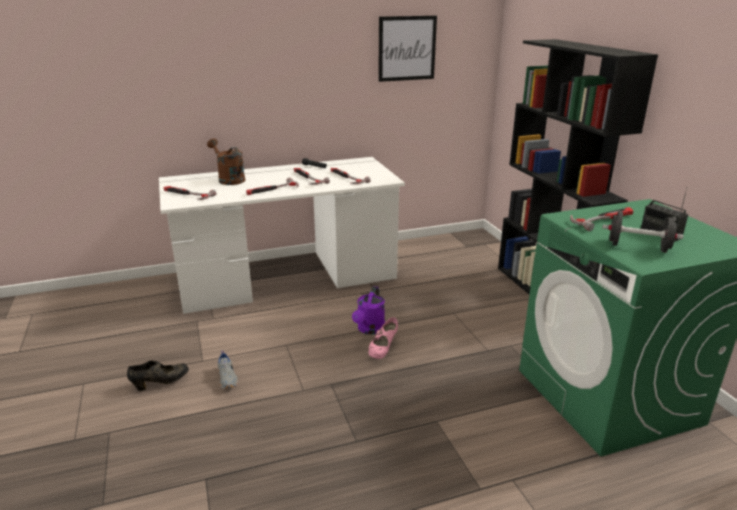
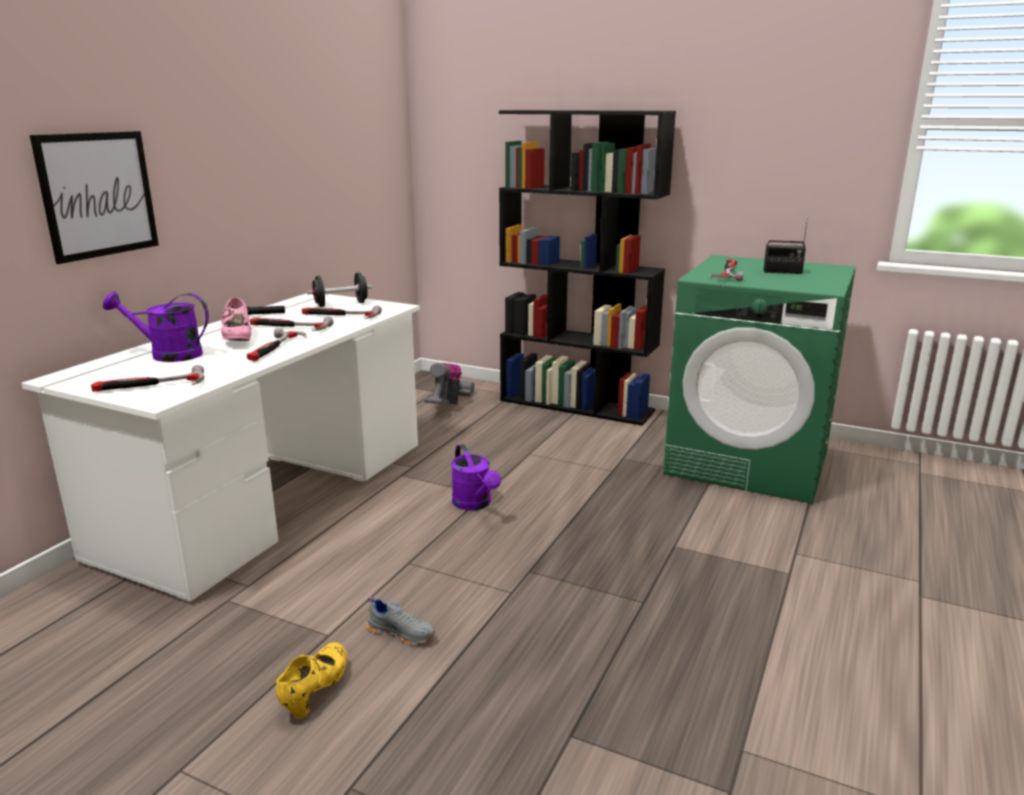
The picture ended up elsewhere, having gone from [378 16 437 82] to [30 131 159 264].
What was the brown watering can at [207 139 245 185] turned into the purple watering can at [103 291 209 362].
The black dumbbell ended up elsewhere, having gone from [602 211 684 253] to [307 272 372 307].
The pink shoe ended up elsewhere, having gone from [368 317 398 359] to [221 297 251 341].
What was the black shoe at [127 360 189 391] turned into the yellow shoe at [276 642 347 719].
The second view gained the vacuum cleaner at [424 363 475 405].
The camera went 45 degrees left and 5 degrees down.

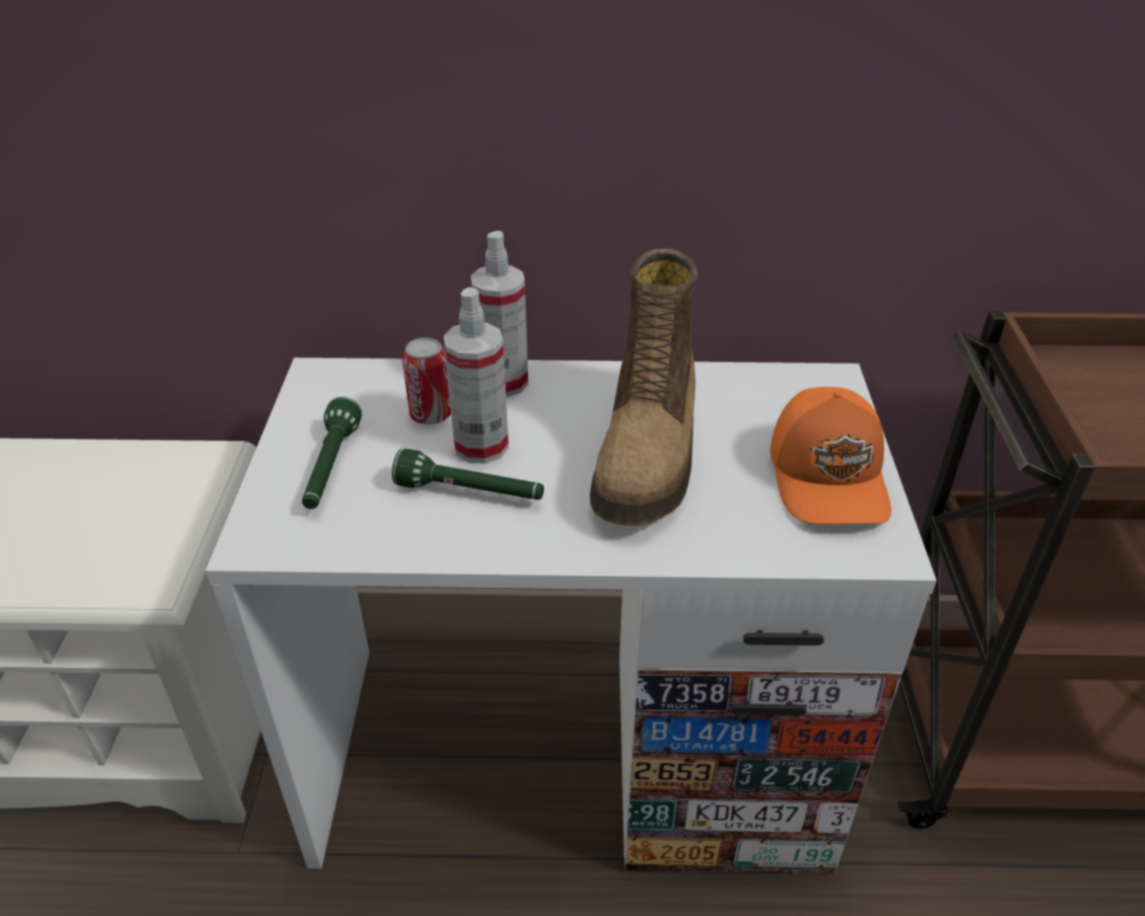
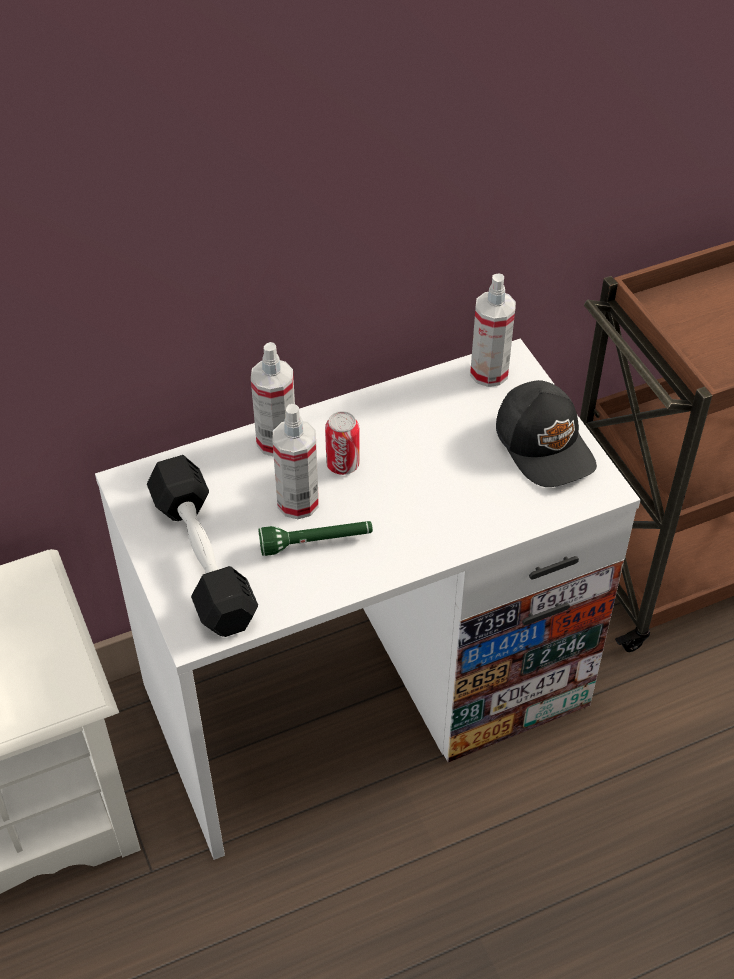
The second view lost the boot at [590 249 698 526].
The can ended up elsewhere, having gone from [402 338 451 425] to [325 411 360 475].
What was the orange cap at [770 387 891 524] turned into the black cap at [496 380 597 487].
Where the green flashlight stood at [302 397 362 509], the black dumbbell came to stand at [147 455 258 637].
The second view gained the spray bottle at [470 274 516 387].
The camera went 25 degrees left and 10 degrees up.

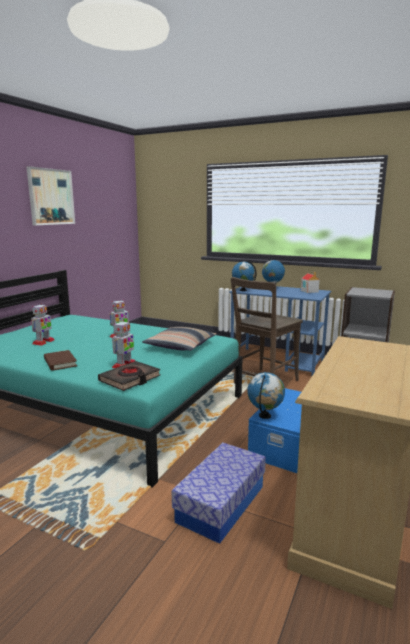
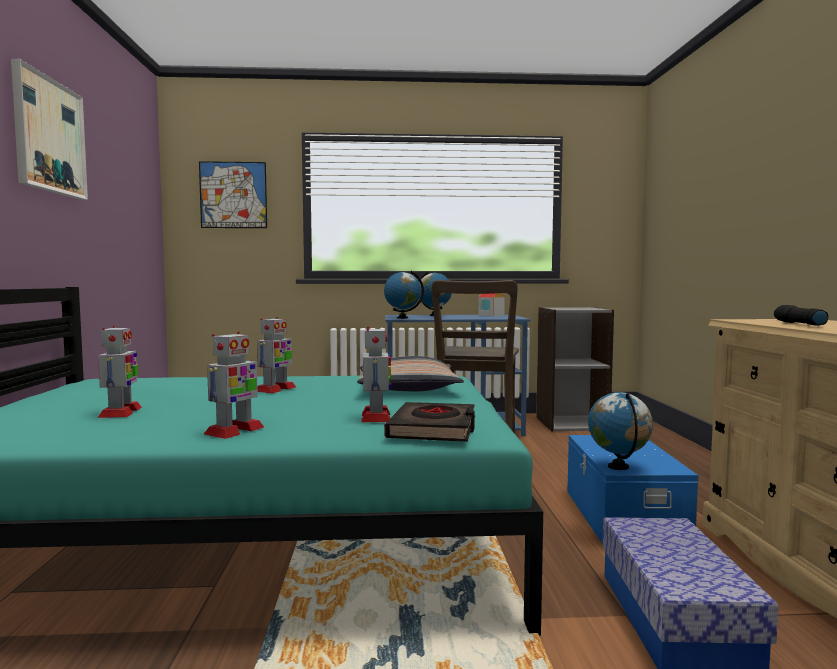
Where the brown book stood at [44 350 77 371], the toy robot came to stand at [204 331 264 439].
The second view gained the picture at [199 161 267 228].
The second view gained the black flashlight at [774 305 828 326].
The camera went 30 degrees left and 10 degrees down.

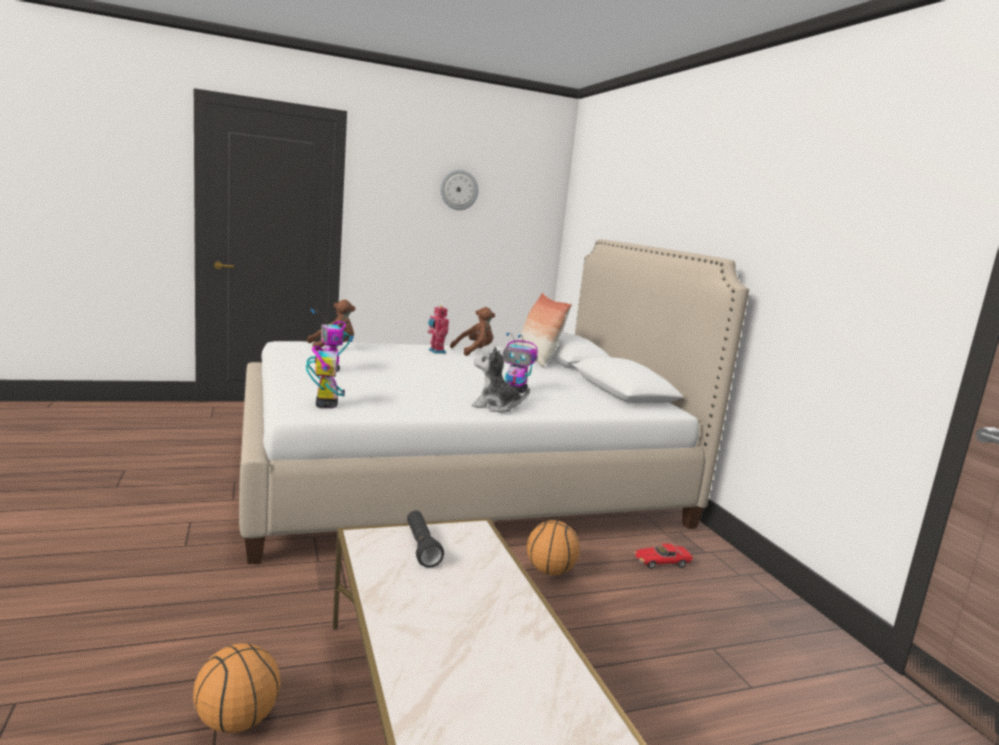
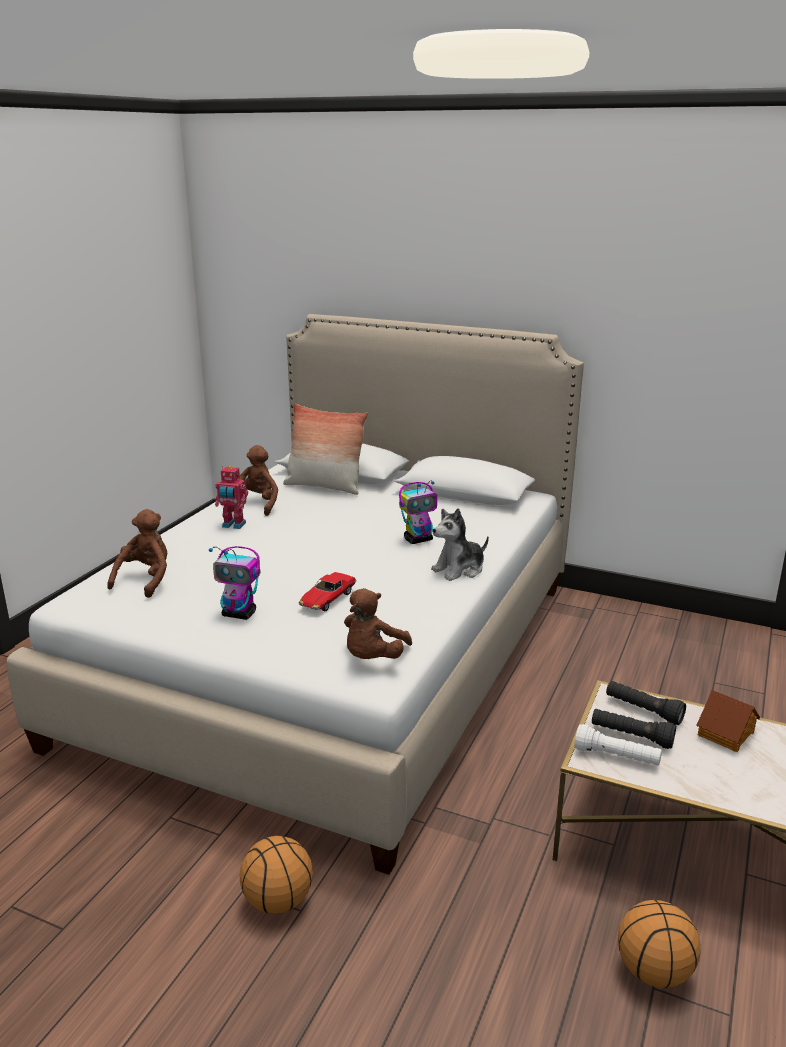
The second view lost the wall clock at [440 169 478 210].
Where the toy robot stood at [306 335 354 408], the brown plush toy came to stand at [344 588 412 659].
The basketball ended up elsewhere, having gone from [527 520 580 575] to [240 836 313 914].
The toy car ended up elsewhere, having gone from [633 544 694 569] to [299 572 356 611].
The second view gained the black flashlight at [606 681 686 725].
The second view gained the toy house at [696 690 760 752].
The second view gained the white flashlight at [574 724 662 766].
The camera went 45 degrees left and 10 degrees up.

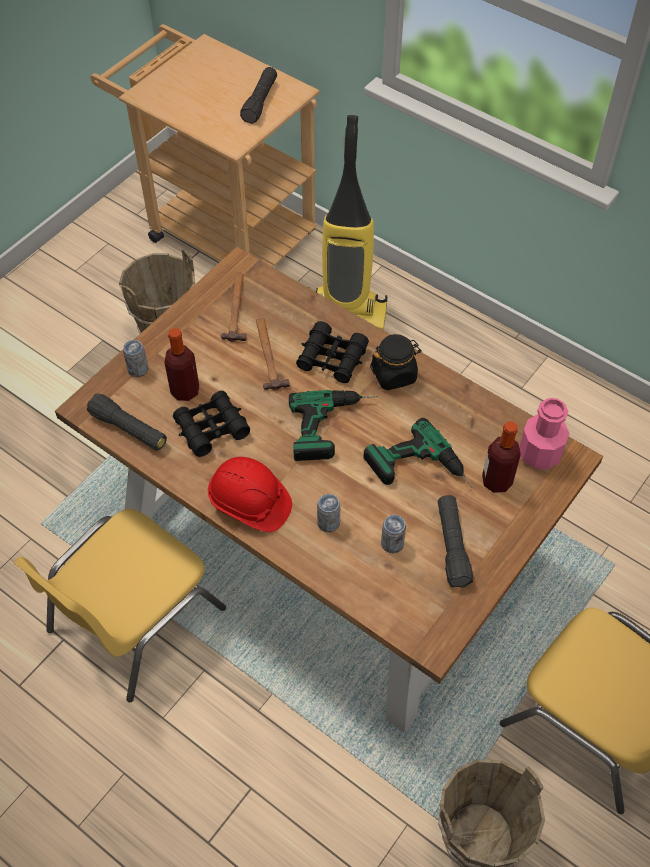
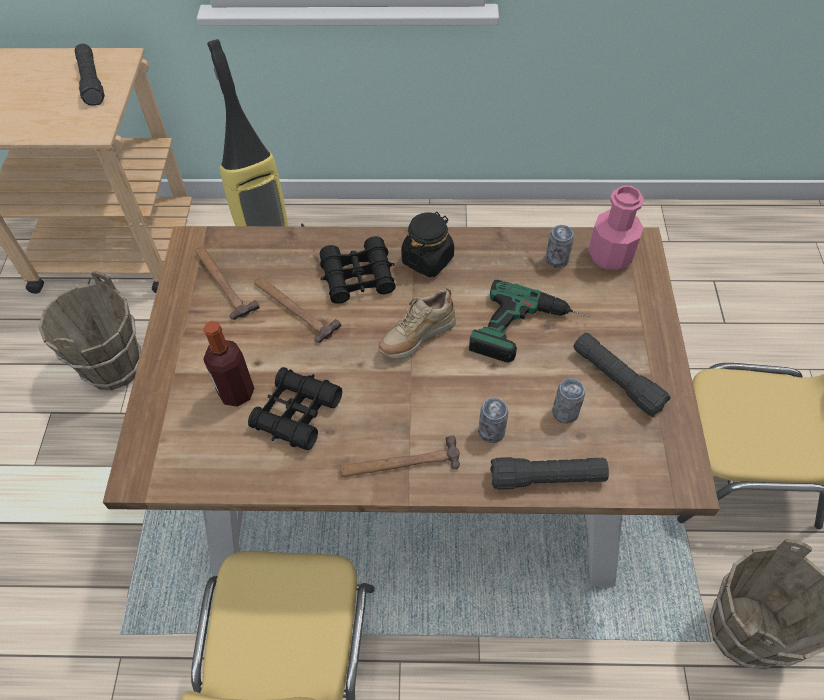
The can ended up elsewhere, having gone from [123 340 149 377] to [545 225 574 268].
Where the power drill stood at [289 390 378 461], the beige shoe came to stand at [378 287 456 358].
The black flashlight ended up elsewhere, having gone from [87 393 167 451] to [490 457 609 490].
The second view lost the bottle at [482 421 521 493].
Where the red hard hat stood at [208 457 292 532], the hammer came to stand at [340 436 460 477].
The camera went 35 degrees left and 0 degrees up.

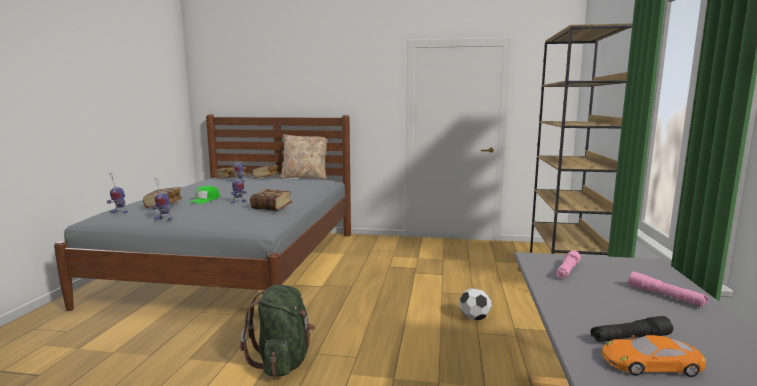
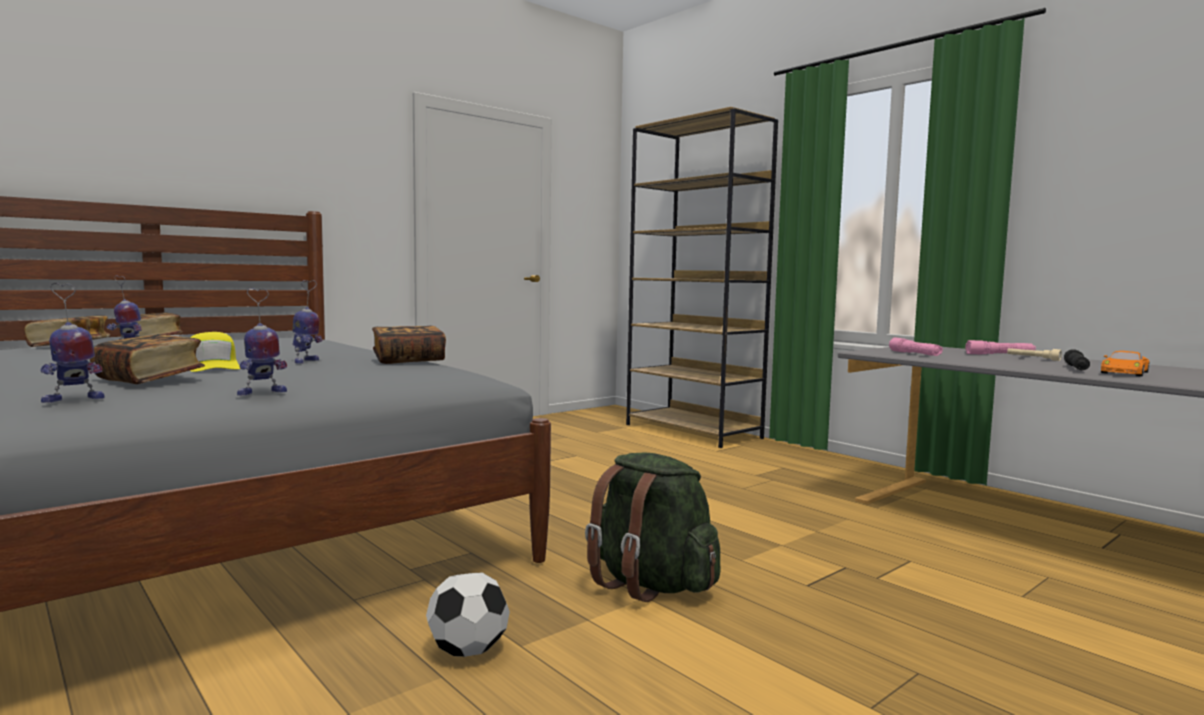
The second view lost the beige pillow at [280 134 328 179].
What was the green cap at [188 186 220 204] turned into the yellow cap at [190 332 241 372].
The football ended up elsewhere, having gone from [459 288 492 321] to [426 572 510 657].
The second view gained the beige flashlight at [1007 348 1062 361].
The camera went 50 degrees left and 5 degrees down.

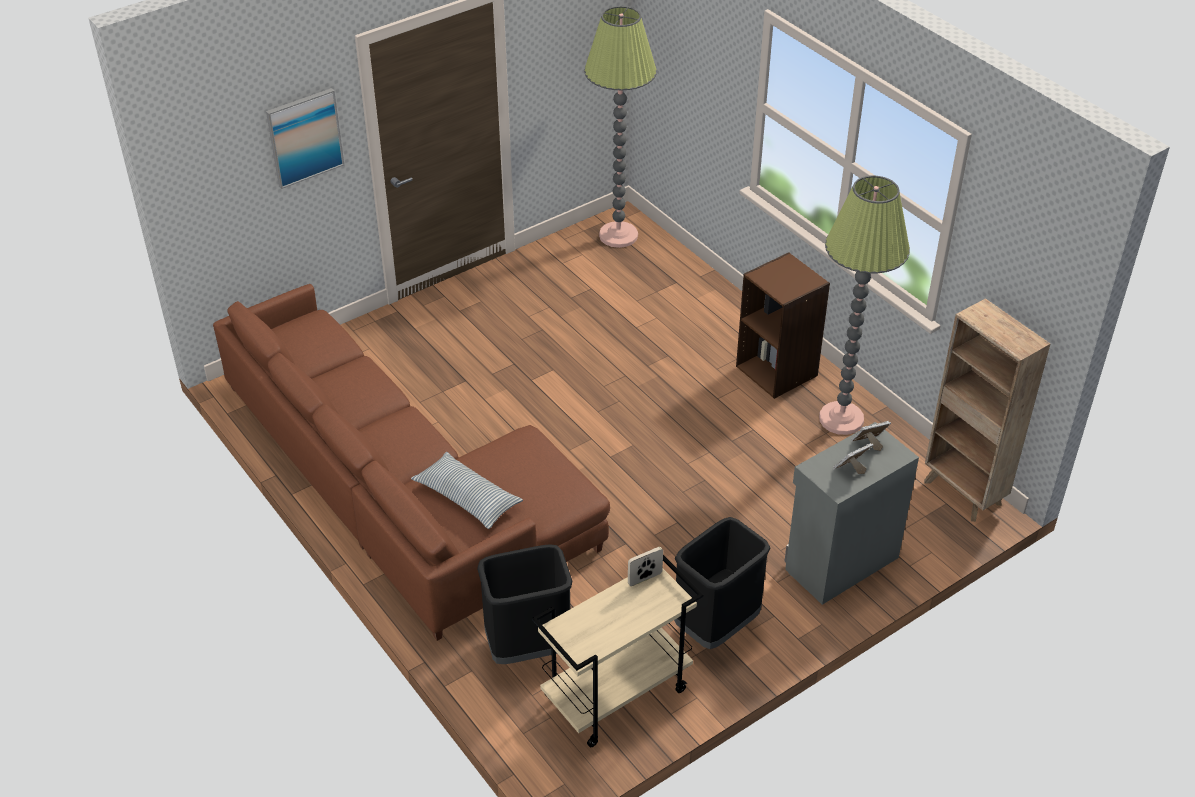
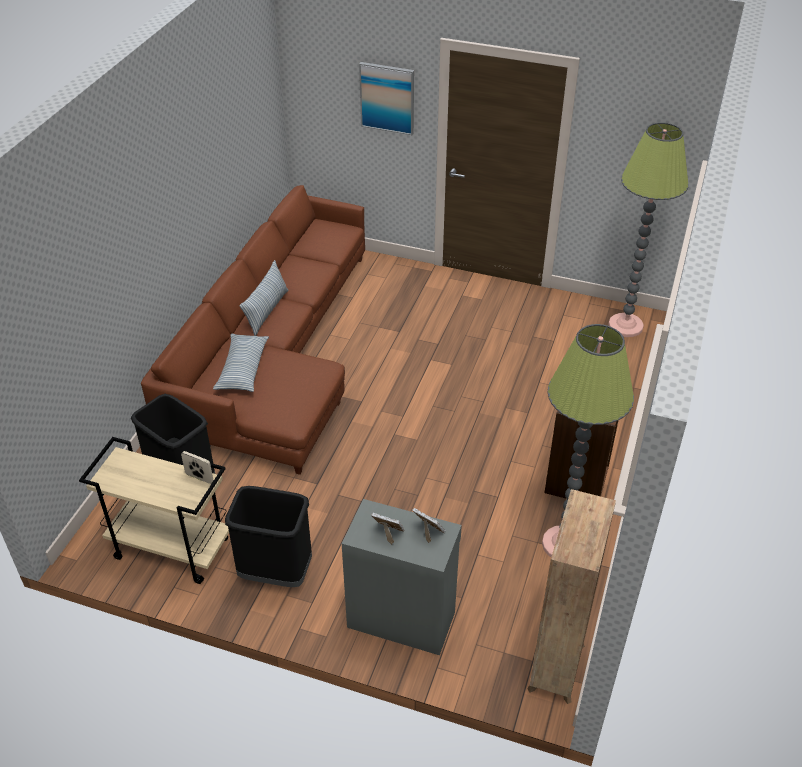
The second view gained the pillow at [240 260 289 336].
The camera went 55 degrees right and 0 degrees up.

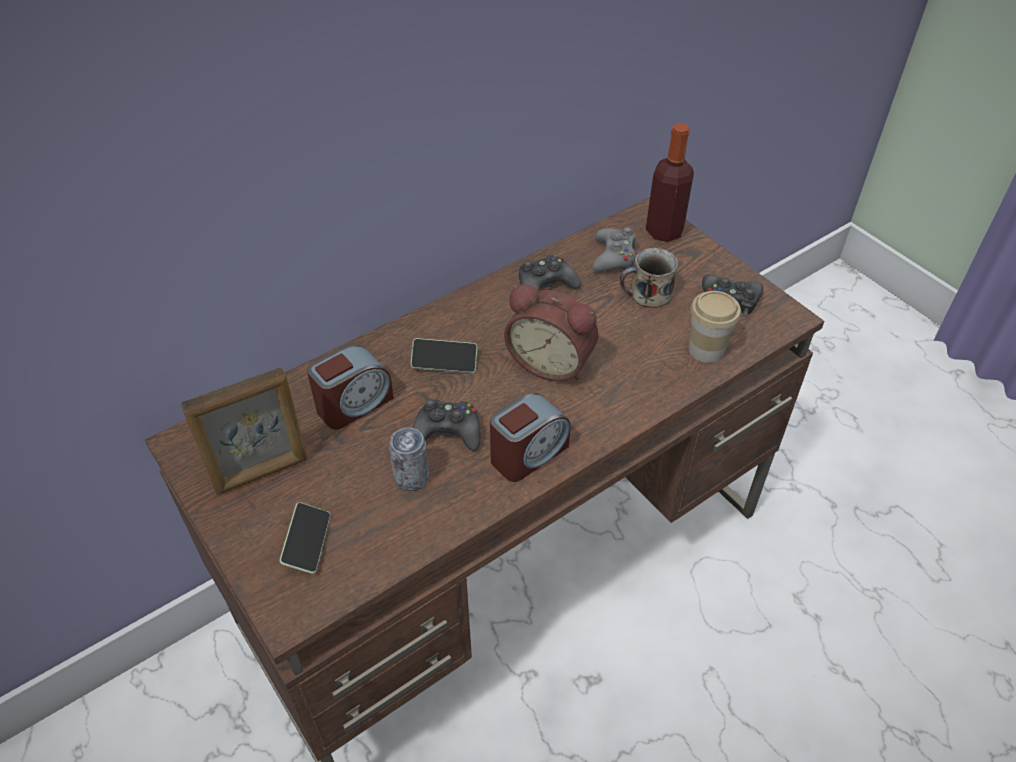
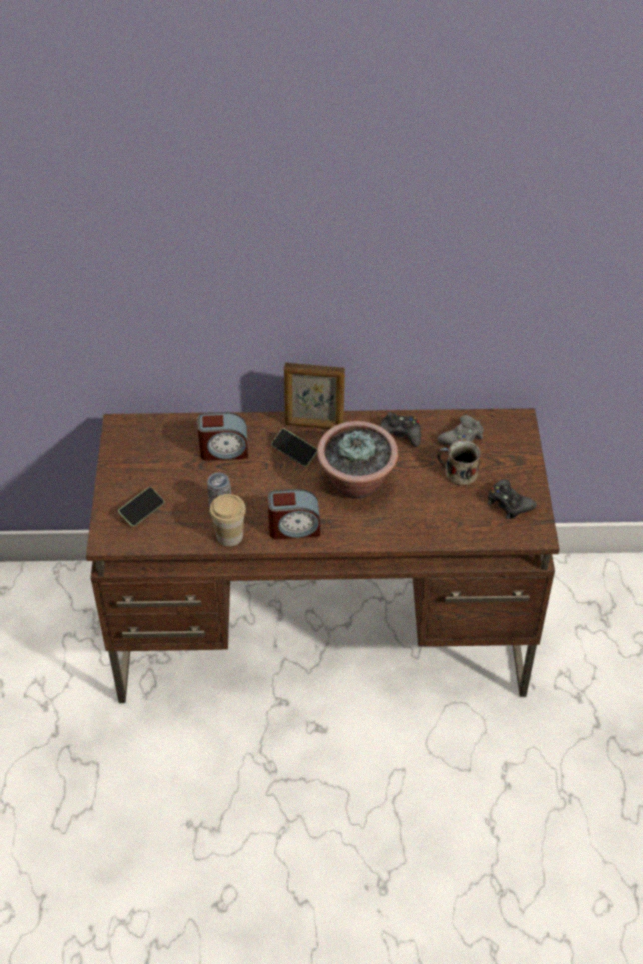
The second view lost the bottle at [646 123 694 242].
Where the alarm clock stood at [504 284 598 381], the potted plant came to stand at [317 421 398 499].
The cup ended up elsewhere, having gone from [689 291 741 363] to [210 494 246 546].
The picture frame ended up elsewhere, having gone from [180 367 307 494] to [284 362 345 429].
The second view lost the black game controller at [412 399 480 451].
The camera went 35 degrees right and 0 degrees up.

